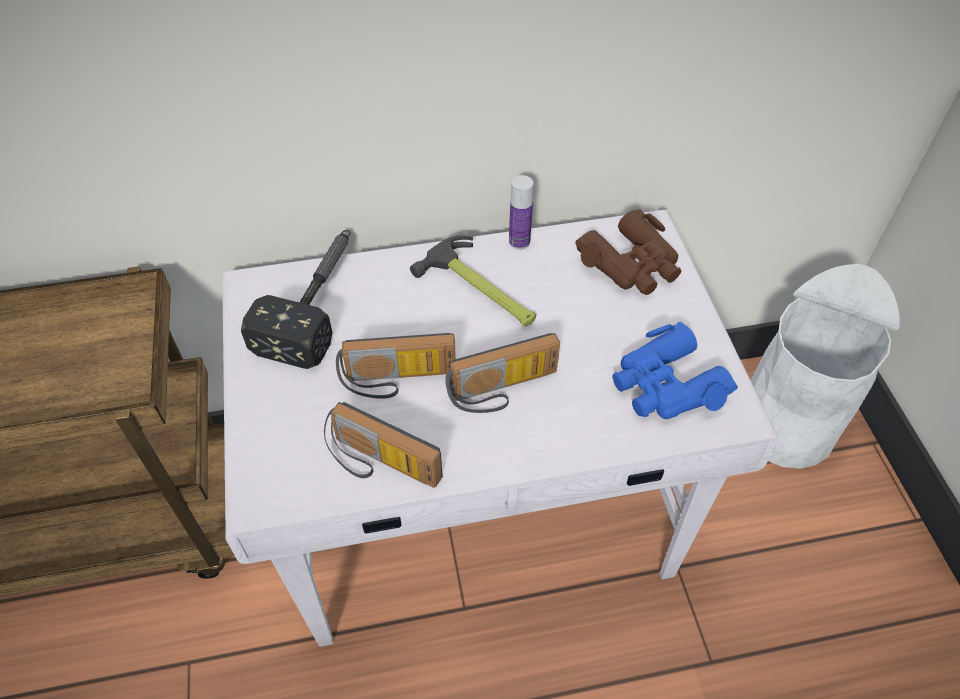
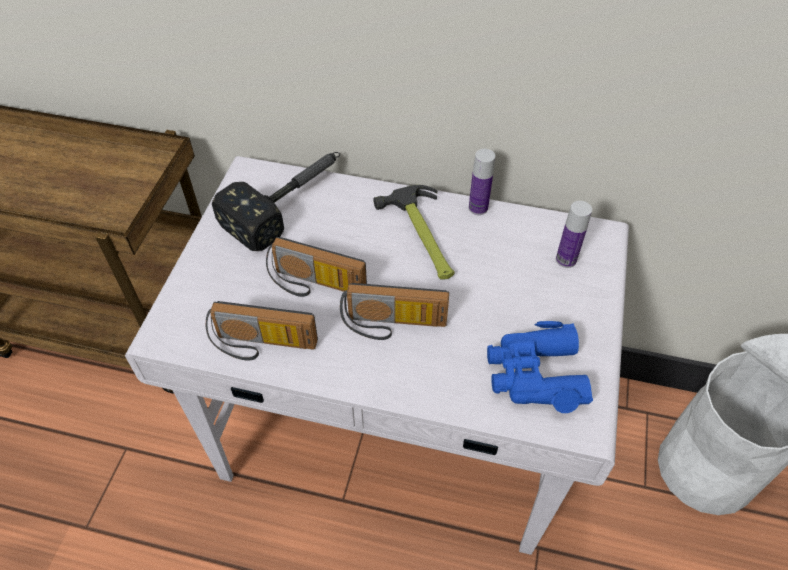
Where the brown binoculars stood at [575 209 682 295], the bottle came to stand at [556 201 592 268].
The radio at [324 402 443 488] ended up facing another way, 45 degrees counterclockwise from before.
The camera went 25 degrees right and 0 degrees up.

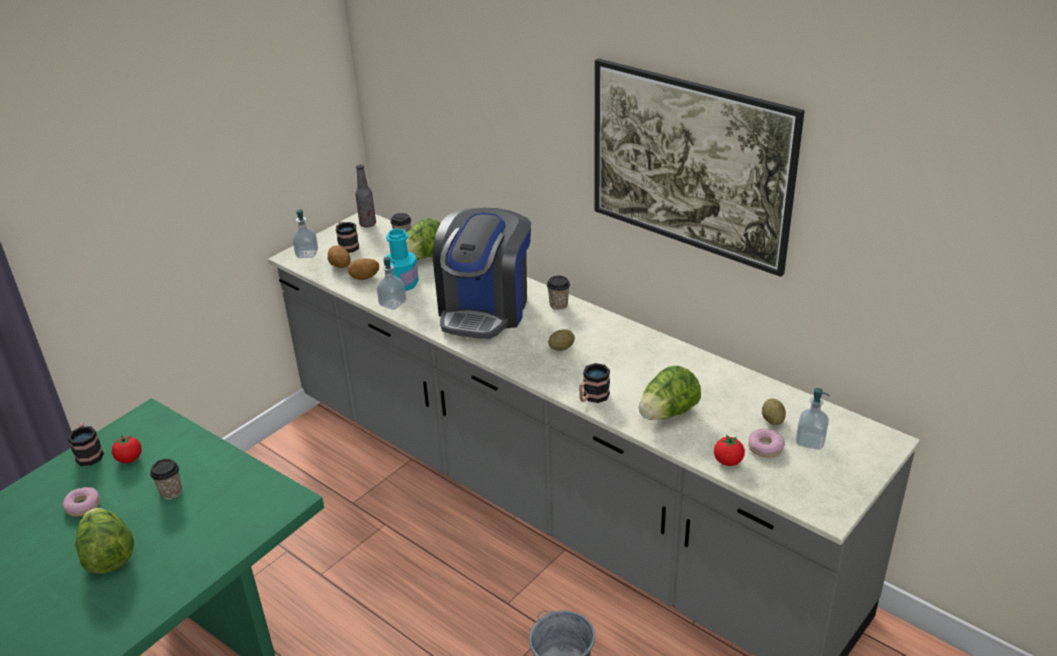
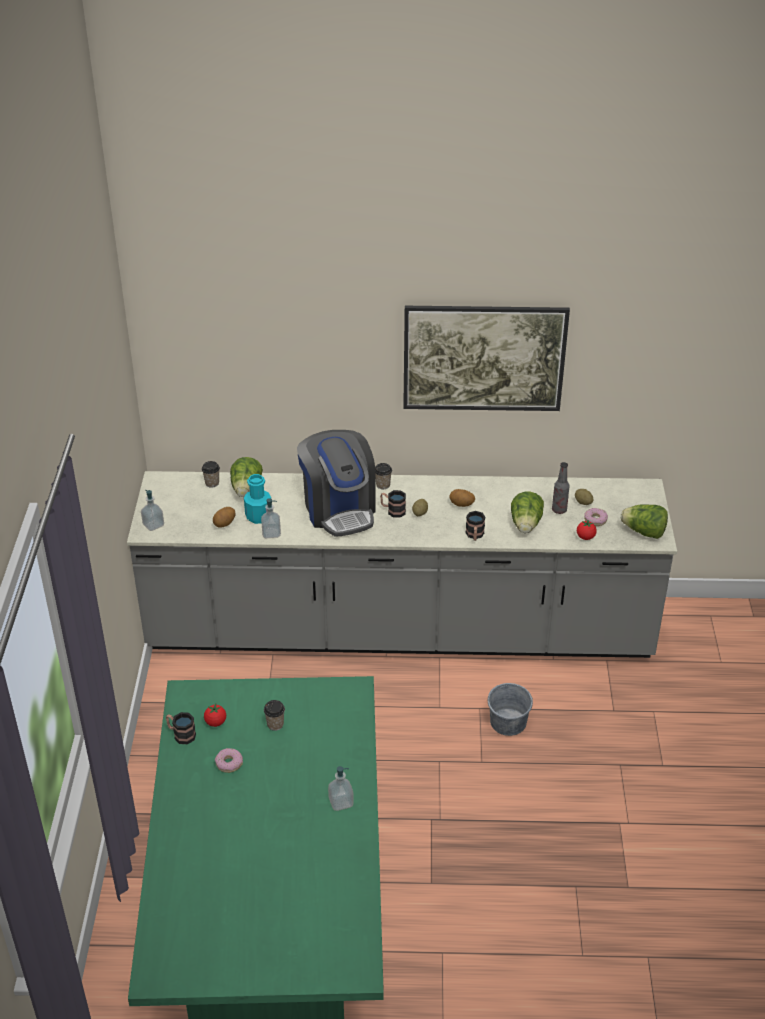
The bottle ended up elsewhere, having gone from [355 165 376 227] to [552 462 570 514].
The mug ended up elsewhere, having gone from [336 221 359 253] to [380 490 406 518].
The potato ended up elsewhere, having gone from [328 246 351 268] to [449 489 475 507].
The soap dispenser ended up elsewhere, having gone from [796 388 830 450] to [328 766 354 811].
The lettuce ended up elsewhere, having gone from [75 508 134 573] to [621 504 668 539].
The camera went 40 degrees left and 5 degrees up.

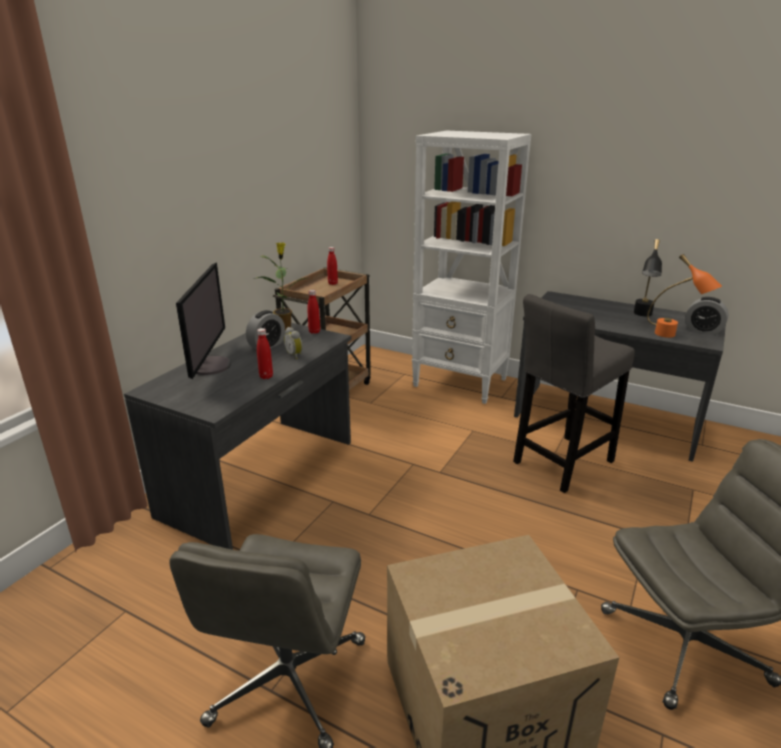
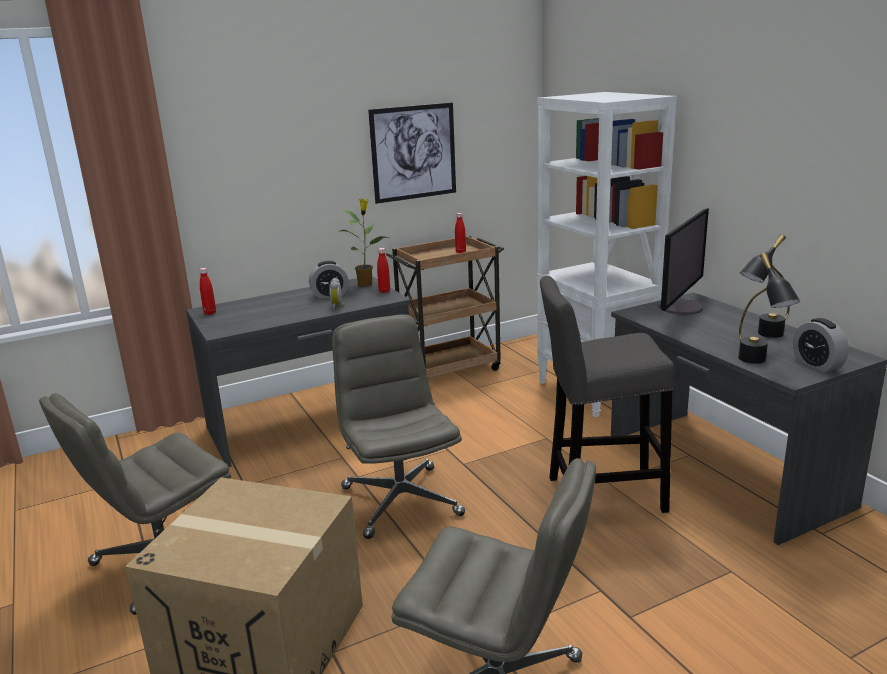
What was the orange table lamp at [647 254 722 338] turned into the black table lamp at [738 253 800 364].
The monitor ended up elsewhere, having gone from [176 262 231 379] to [658 208 709 315].
The red bottle ended up elsewhere, having gone from [257 328 273 379] to [199 268 216 315].
The second view gained the picture at [368 103 456 204].
The second view gained the grey office chair at [332 314 465 539].
The camera went 35 degrees right and 5 degrees down.

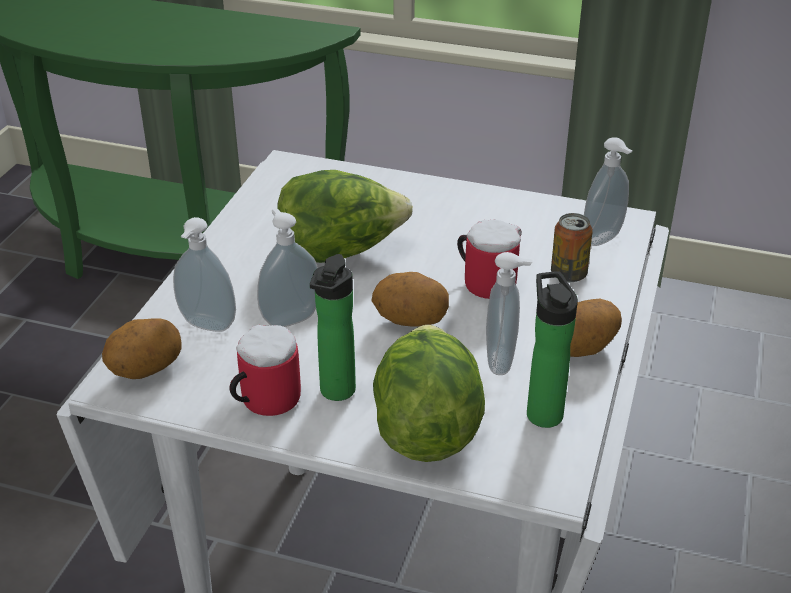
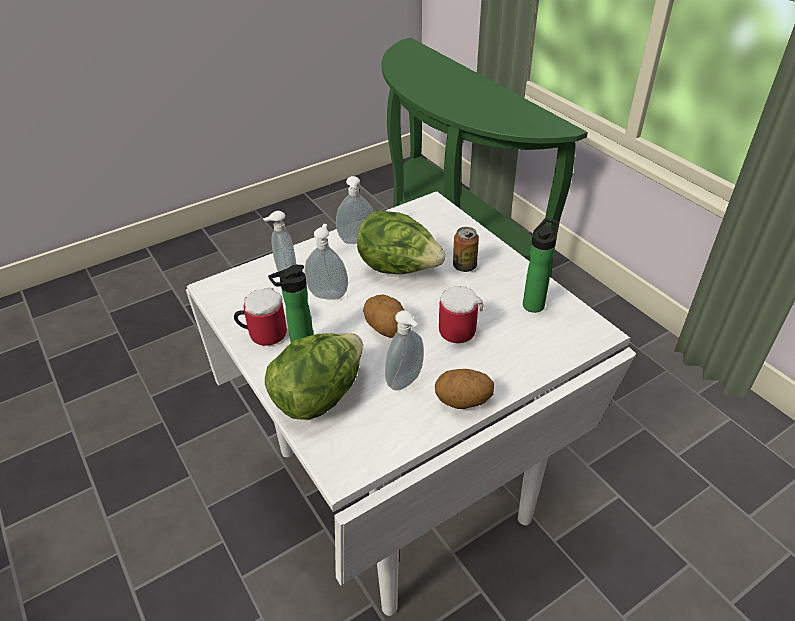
The soap dispenser ended up elsewhere, having gone from [584 137 633 246] to [336 176 374 244].
The can ended up elsewhere, having gone from [551 213 593 282] to [453 227 479 272].
The bottle ended up elsewhere, having gone from [527 271 578 428] to [523 218 559 313].
The second view lost the potato at [102 318 182 379].
The camera went 40 degrees right and 5 degrees up.

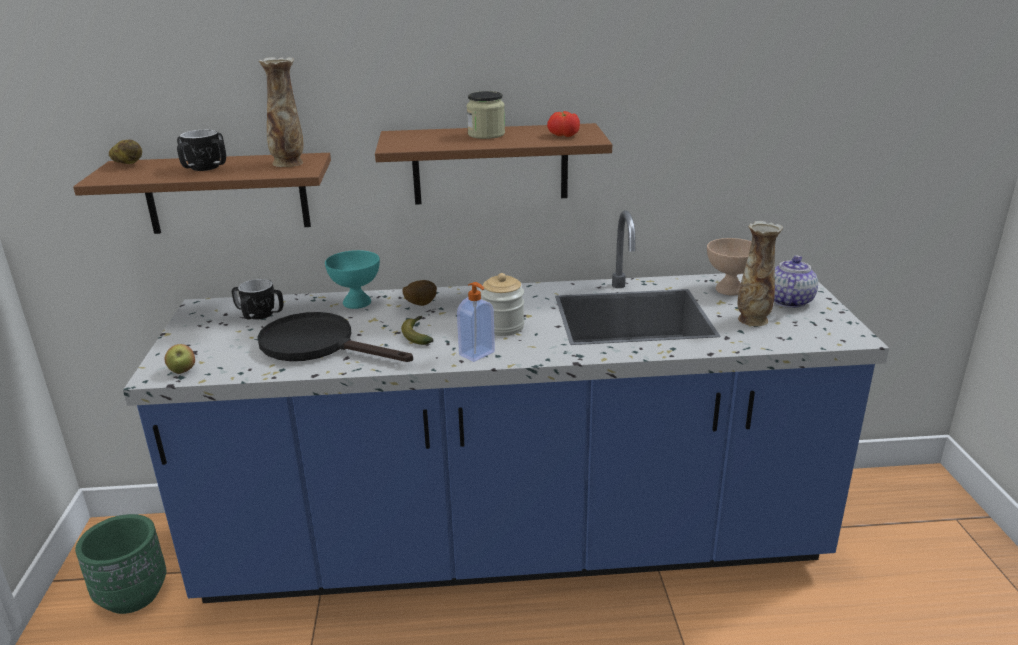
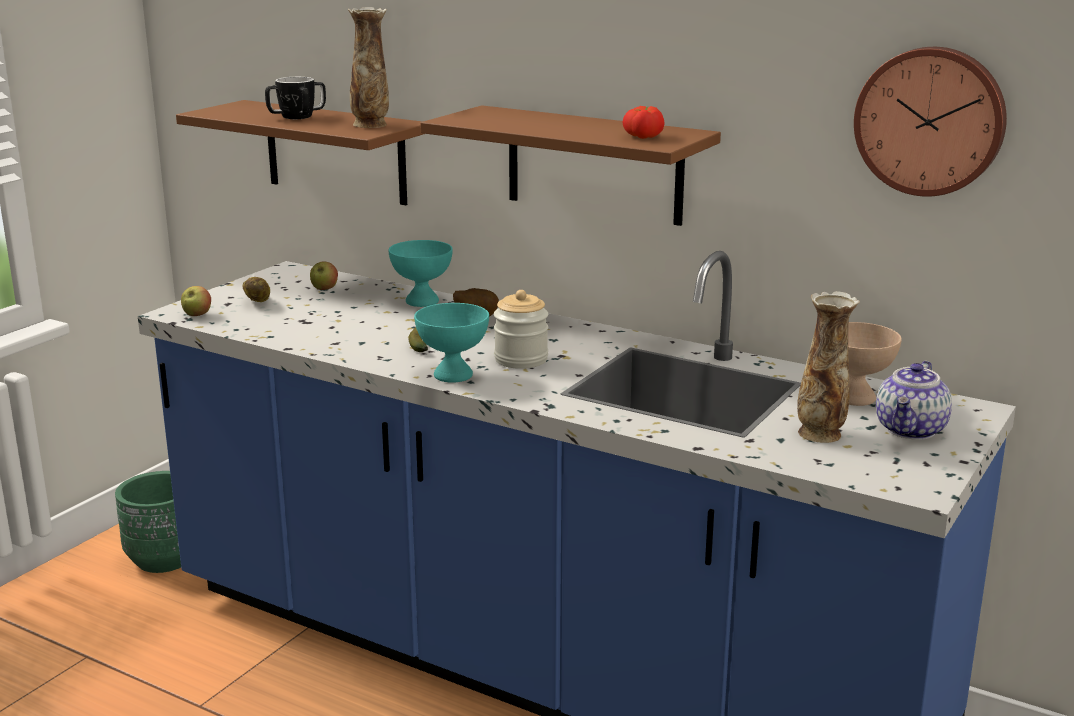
The second view lost the jar at [467 91 505 139].
The potato ended up elsewhere, having gone from [109 140 142 164] to [242 277 270 302].
The teapot at [774 256 818 308] ended up facing another way, 150 degrees clockwise from before.
Where the mug stood at [232 279 284 320], the apple came to stand at [310 261 338 290].
Where the soap dispenser stood at [457 282 495 362], the turquoise bowl came to stand at [414 303 489 383].
The second view lost the black frying pan at [257 312 413 362].
The second view gained the wall clock at [854 47 1007 197].
The camera went 35 degrees right and 5 degrees down.

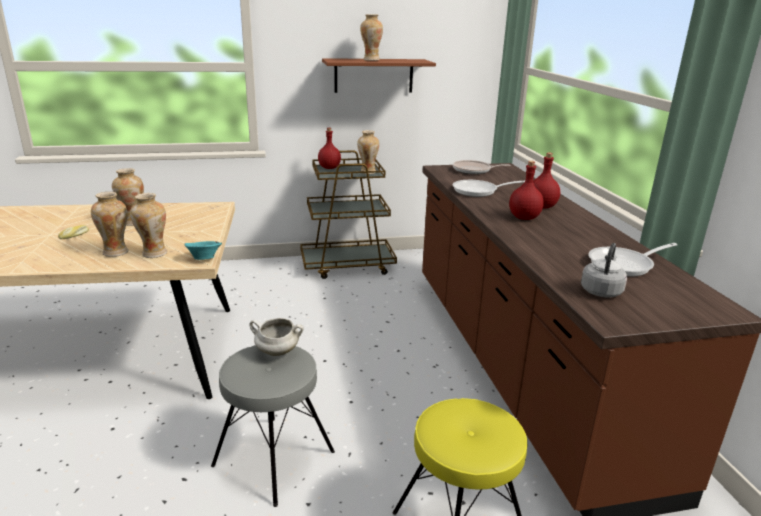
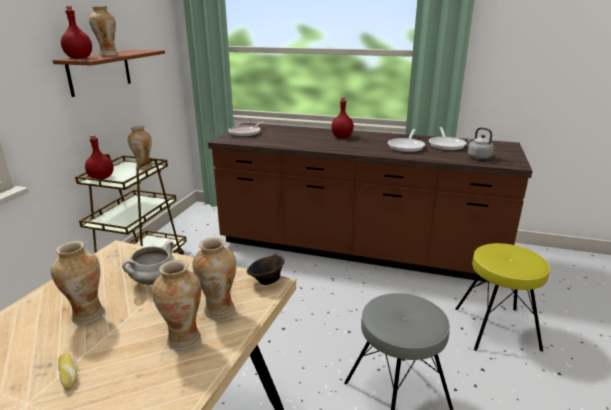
The red bottle ended up elsewhere, having gone from [509 161 544 220] to [61 6 92 59].
The frying pan ended up elsewhere, having gone from [452 180 525 197] to [388 129 425 152].
What was the turquoise bowl at [184 241 222 260] turned into the brown bowl at [247 254 285 285].
The white cooking pot ended up elsewhere, having gone from [249 318 304 356] to [122 241 175 285].
The camera went 60 degrees left and 0 degrees up.

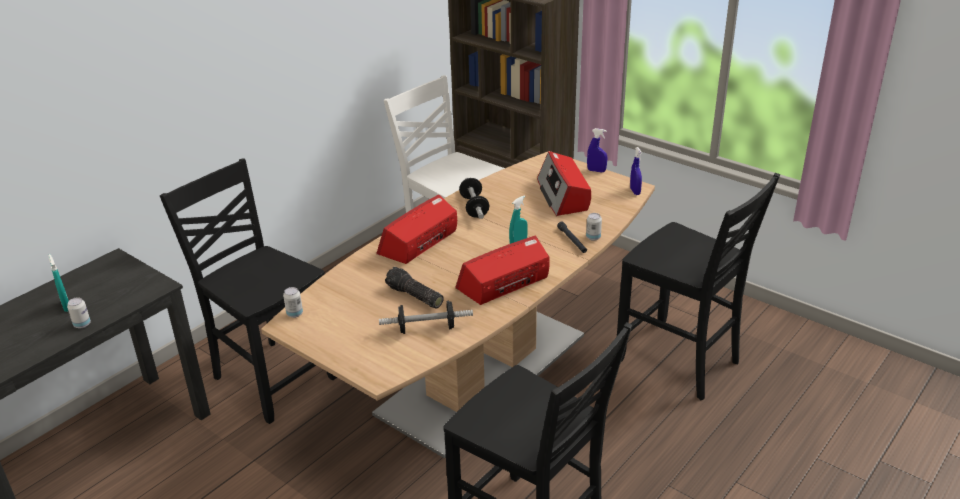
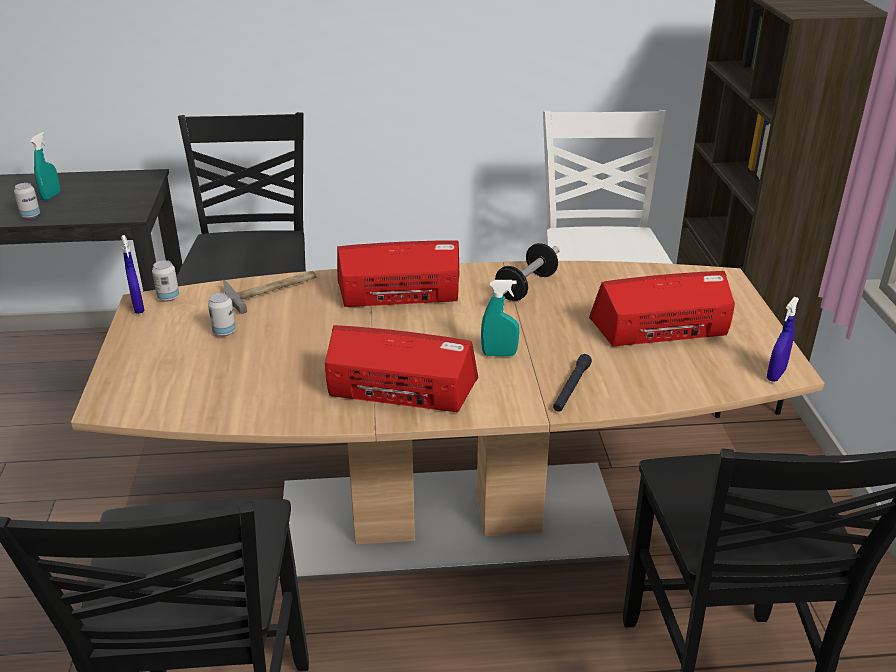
The blue spray bottle ended up elsewhere, having gone from [587 128 607 172] to [121 235 145 314].
The radio at [537 151 591 216] ended up facing another way, 45 degrees clockwise from before.
The can ended up elsewhere, having gone from [586 213 602 241] to [208 293 236 336].
The second view lost the flashlight at [385 267 444 308].
The second view lost the dumbbell at [379 301 473 334].
The second view gained the hammer at [223 271 316 314].
The camera went 45 degrees right and 0 degrees up.

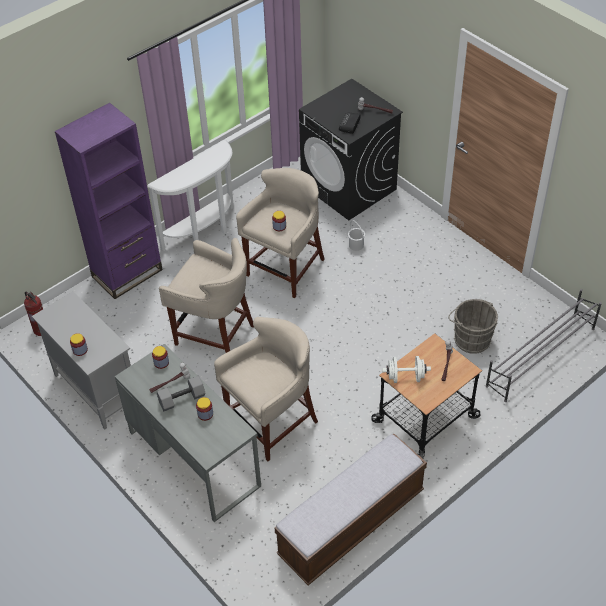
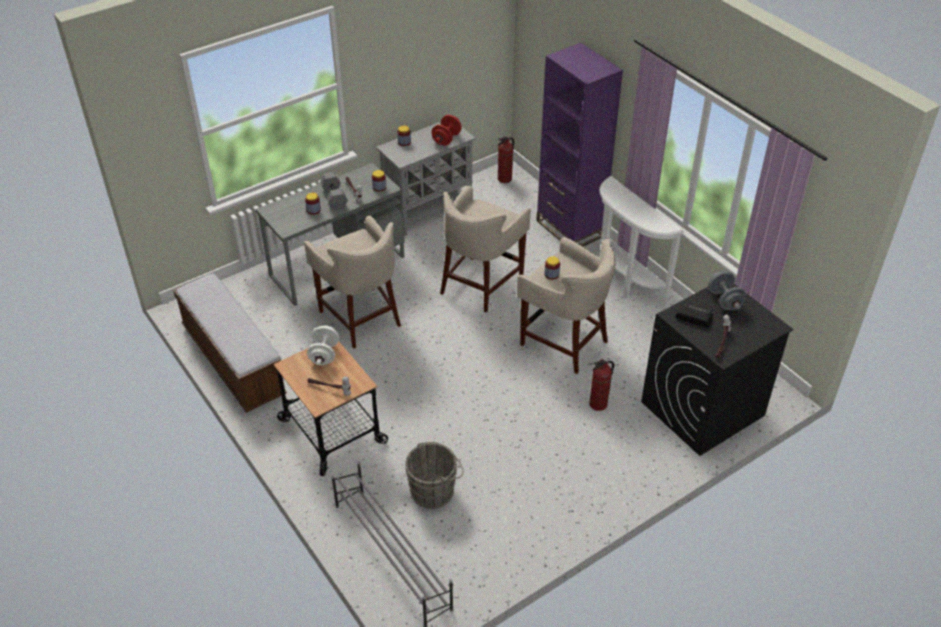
Where the white bucket stood at [348 220 365 251], the fire extinguisher came to stand at [589 359 614 411].
The second view gained the red dumbbell at [432 115 462 146].
The second view gained the grey dumbbell at [708 271 746 310].
The camera went 95 degrees right and 5 degrees down.

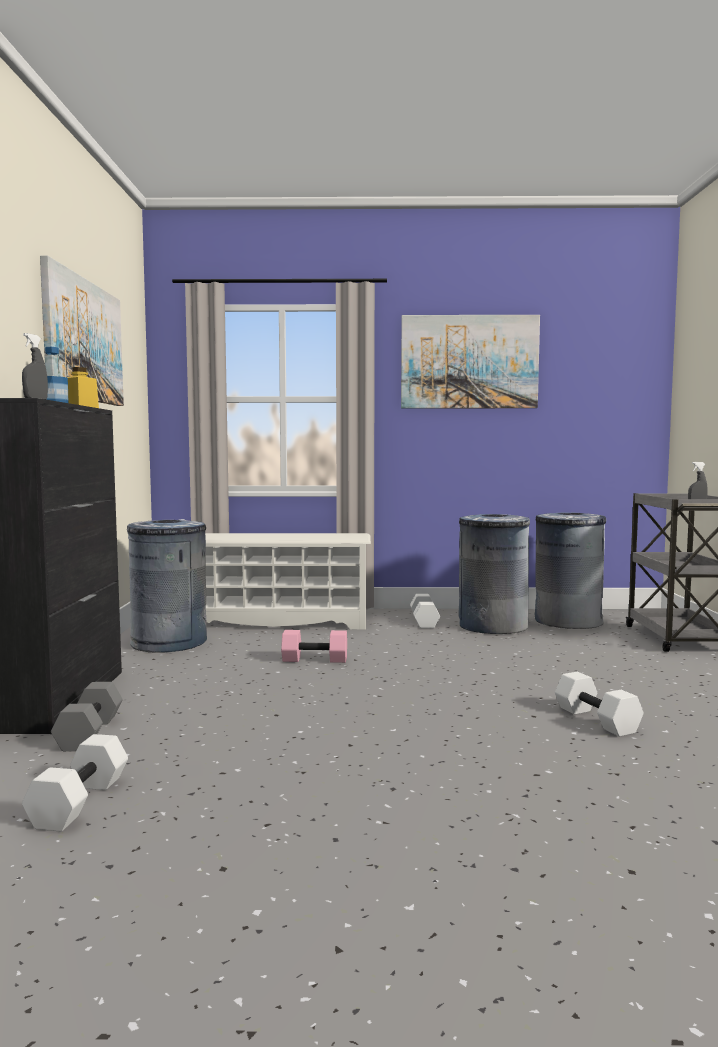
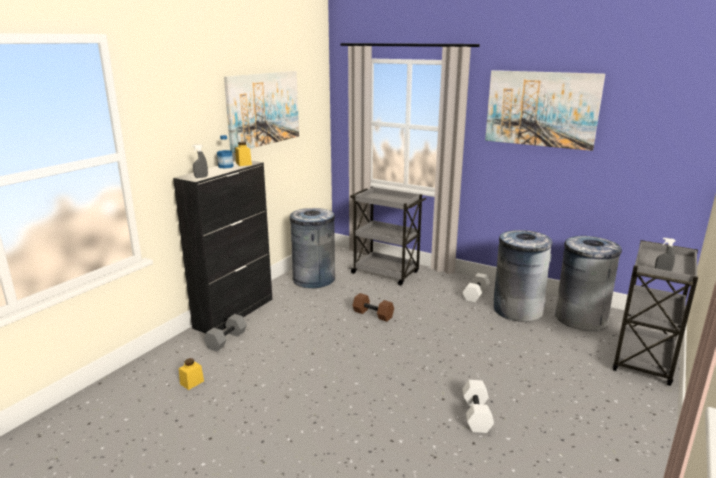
Where the white shoe rack stood at [205 533 371 630], the grey cart came to stand at [350 187 426 286].
What was the pink dumbbell at [281 630 347 663] turned into the brown dumbbell at [352 293 394 322].
Where the white dumbbell stood at [22 734 128 832], the yellow jar came to stand at [179 358 204 390].
The camera went 30 degrees right and 15 degrees up.

